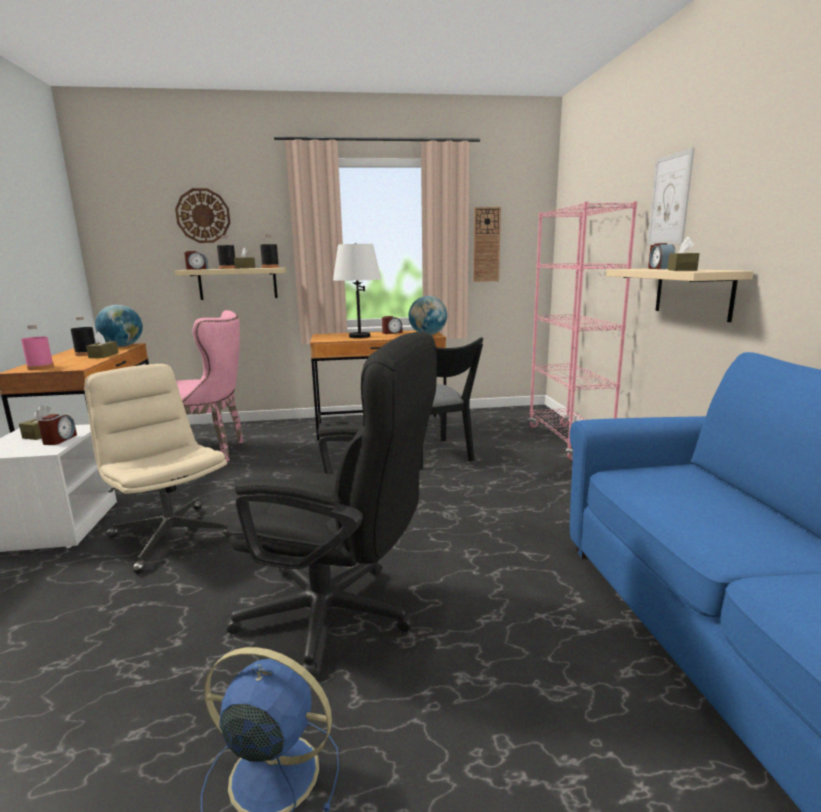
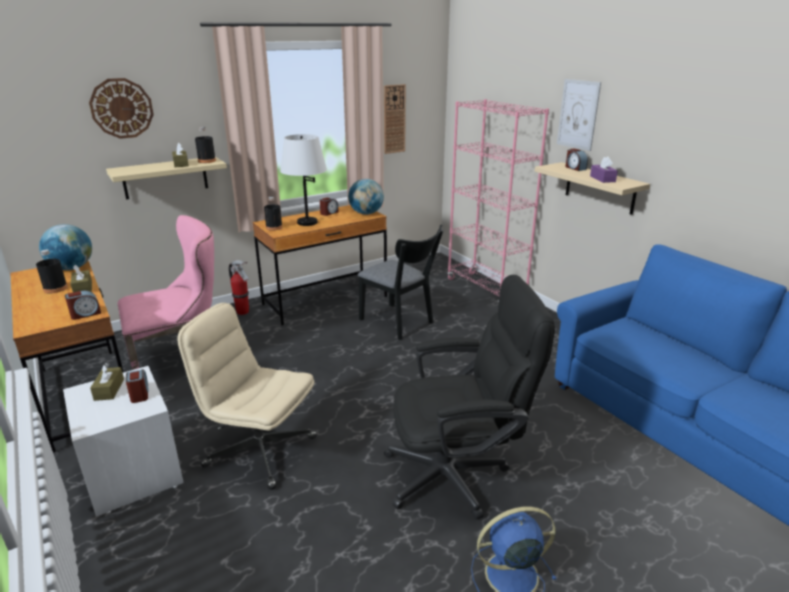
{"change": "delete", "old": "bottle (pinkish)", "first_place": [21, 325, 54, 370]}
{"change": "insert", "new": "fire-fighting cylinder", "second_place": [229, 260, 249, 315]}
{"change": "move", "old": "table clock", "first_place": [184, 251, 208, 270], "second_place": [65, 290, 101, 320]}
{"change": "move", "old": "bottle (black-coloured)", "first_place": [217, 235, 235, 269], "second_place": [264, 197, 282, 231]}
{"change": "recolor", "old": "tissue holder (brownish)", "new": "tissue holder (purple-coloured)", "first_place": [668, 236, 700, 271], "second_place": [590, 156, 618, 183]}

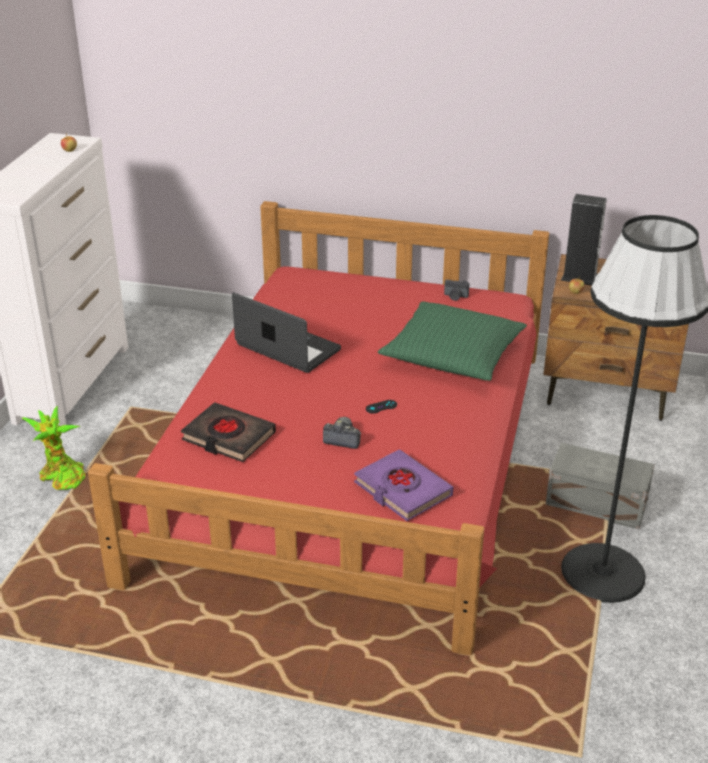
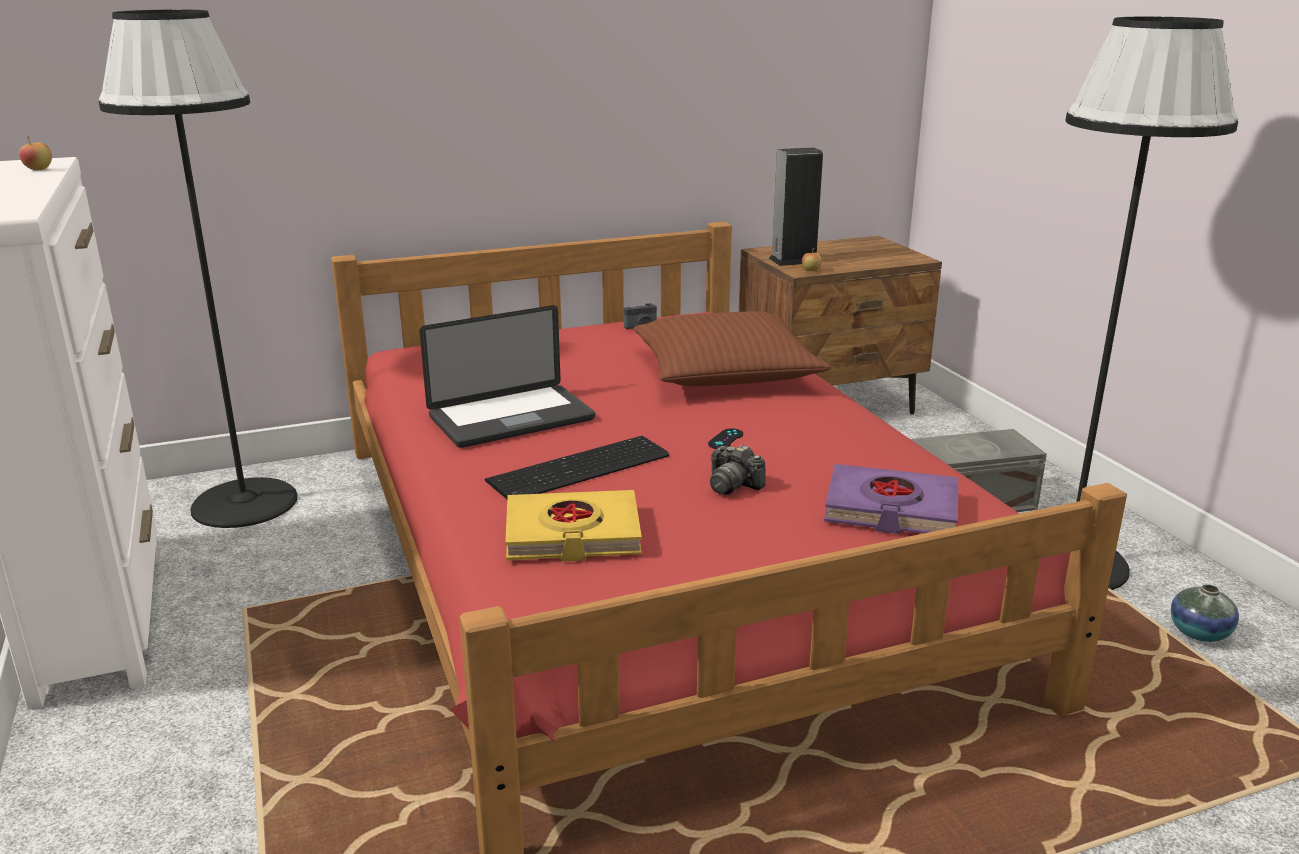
{"change": "delete", "old": "houseplant", "first_place": [21, 406, 86, 490]}
{"change": "insert", "new": "floor lamp (black-coloured)", "second_place": [99, 9, 298, 528]}
{"change": "insert", "new": "keyboard", "second_place": [485, 436, 669, 499]}
{"change": "insert", "new": "decorative vase", "second_place": [1171, 584, 1239, 642]}
{"change": "recolor", "old": "volume (black-coloured)", "new": "volume (yellow-coloured)", "first_place": [181, 402, 276, 462], "second_place": [505, 490, 642, 562]}
{"change": "recolor", "old": "cushion (green)", "new": "cushion (brownish)", "first_place": [378, 301, 527, 381], "second_place": [633, 311, 831, 386]}
{"change": "rotate", "old": "portable computer", "first_place": [232, 293, 341, 373], "second_place": [420, 305, 595, 448], "degrees": 150}
{"change": "rotate", "old": "photo camera", "first_place": [323, 417, 361, 449], "second_place": [710, 445, 766, 495], "degrees": -120}

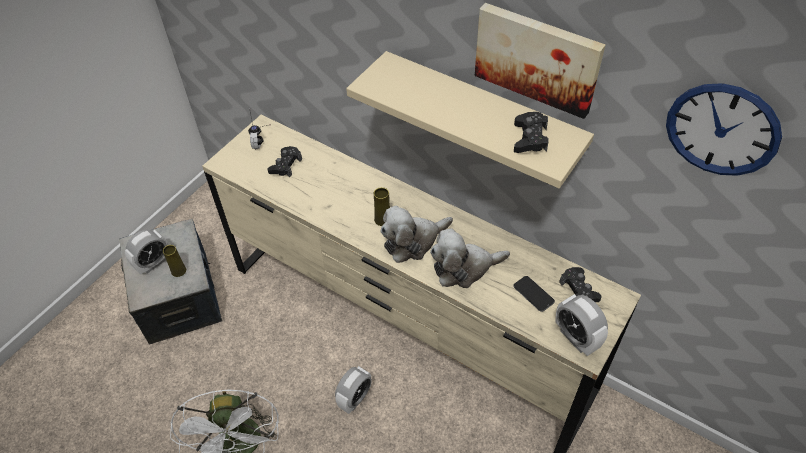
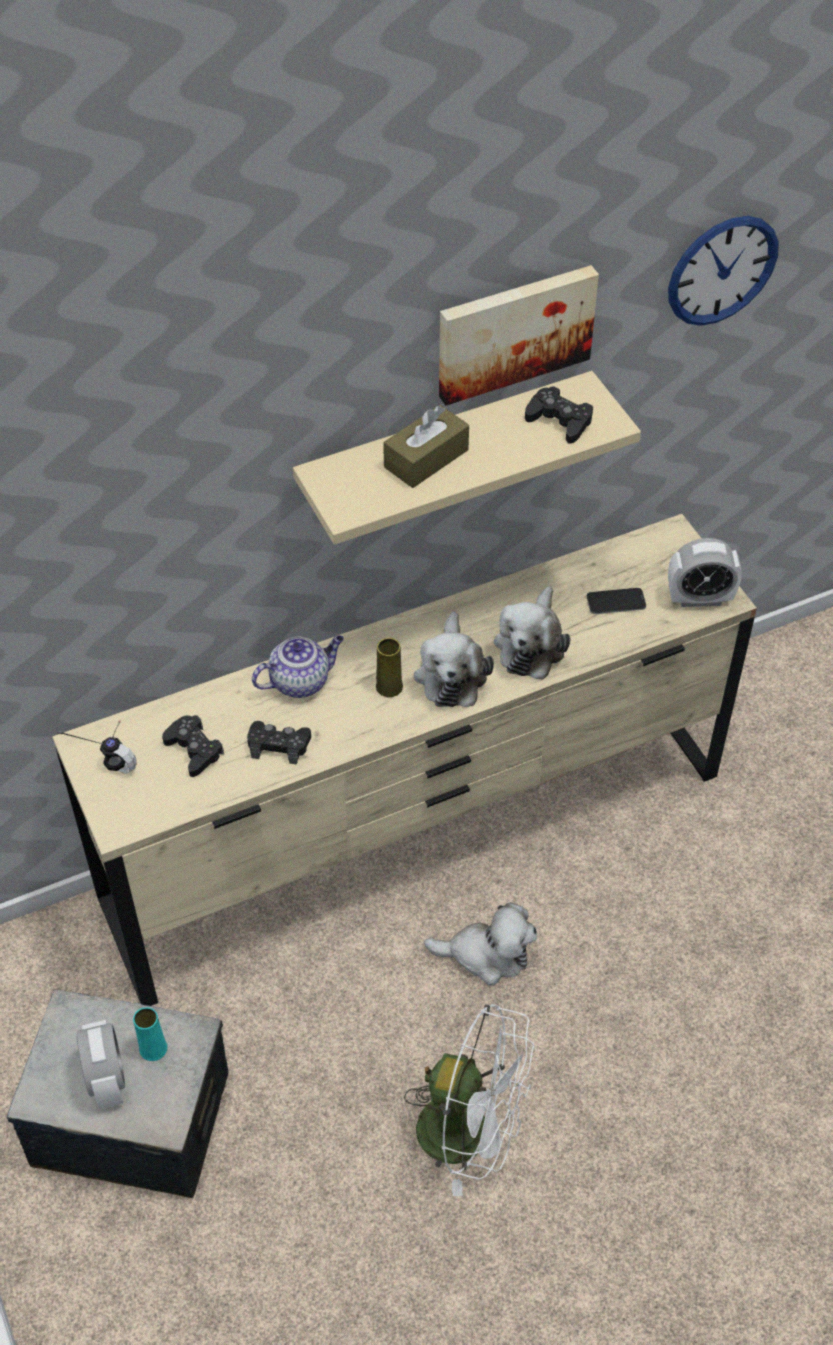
{"change": "insert", "new": "teapot", "second_place": [252, 636, 344, 698]}
{"change": "insert", "new": "tissue holder (brownish)", "second_place": [383, 405, 469, 488]}
{"change": "move", "old": "joypad (black-coloured)", "first_place": [559, 267, 602, 302], "second_place": [247, 721, 311, 765]}
{"change": "replace", "old": "table clock", "new": "plush toy", "first_place": [335, 366, 372, 414], "second_place": [424, 902, 537, 986]}
{"change": "recolor", "old": "decorative vase (yellow-coloured)", "new": "decorative vase (blue-green)", "first_place": [163, 245, 186, 277], "second_place": [133, 1008, 167, 1061]}

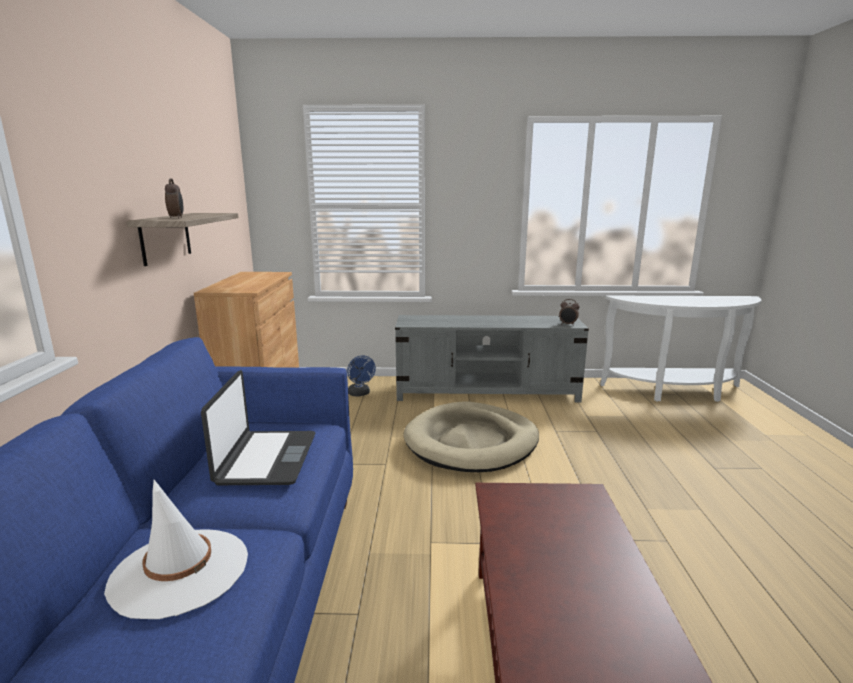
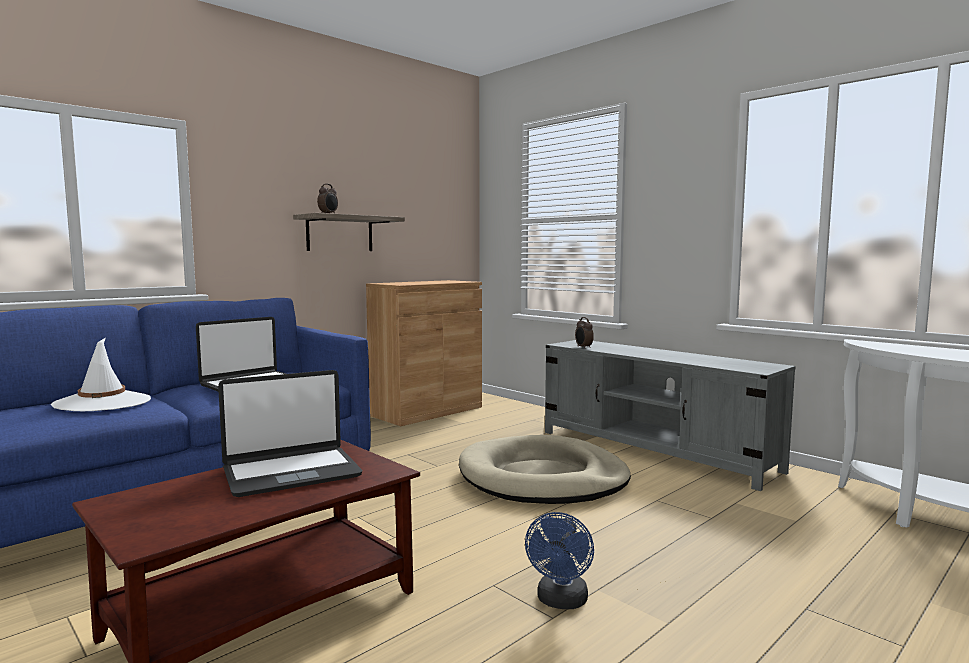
{"change": "insert", "new": "portable computer", "second_place": [218, 370, 362, 497]}
{"change": "move", "old": "fan (blue-coloured)", "first_place": [347, 355, 376, 397], "second_place": [525, 512, 594, 609]}
{"change": "move", "old": "table clock", "first_place": [559, 299, 580, 326], "second_place": [575, 317, 594, 349]}

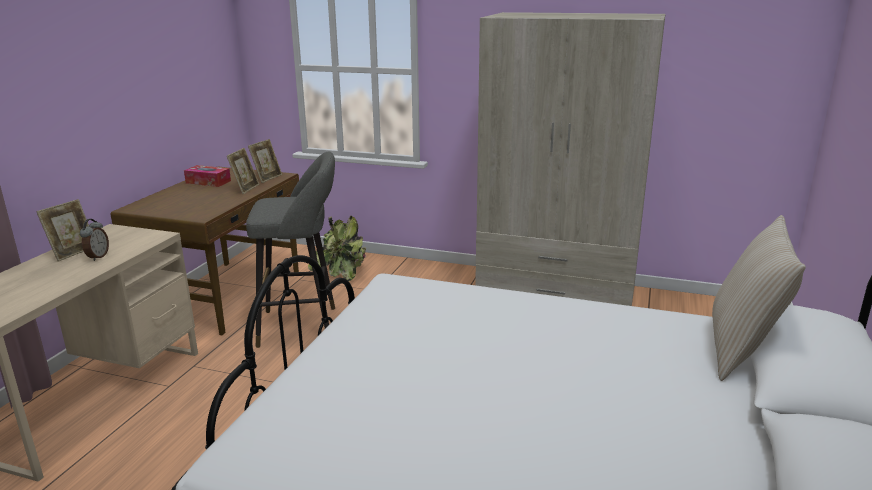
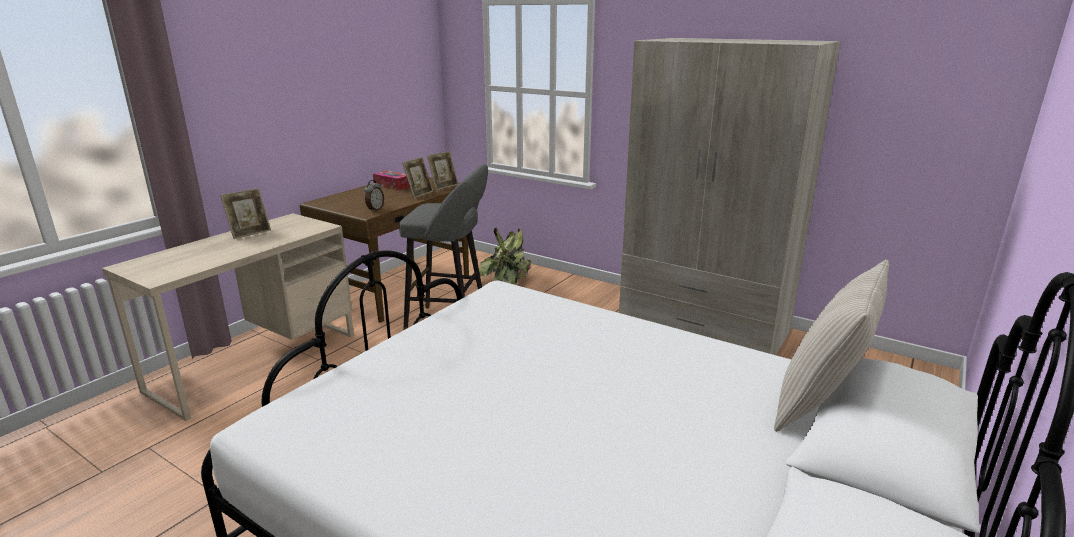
{"change": "move", "old": "table clock", "first_place": [80, 219, 109, 261], "second_place": [364, 180, 384, 212]}

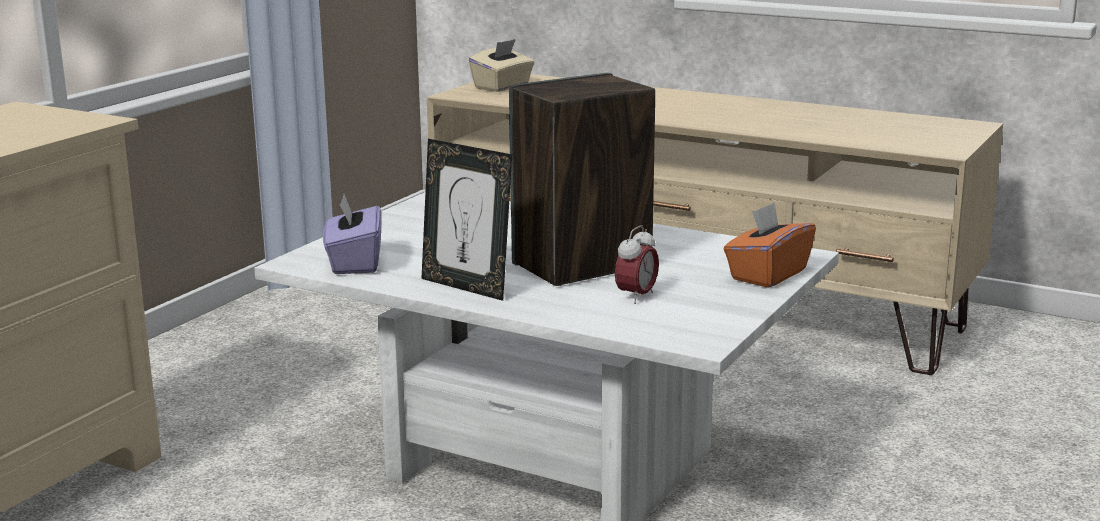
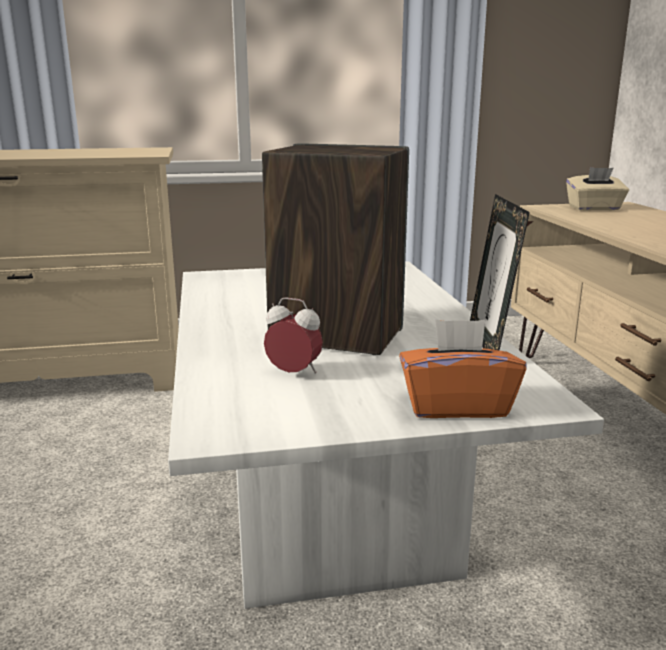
{"change": "delete", "old": "tissue holder (purple-coloured)", "first_place": [323, 194, 381, 274]}
{"change": "move", "old": "photo frame", "first_place": [421, 139, 512, 301], "second_place": [470, 194, 530, 350]}
{"change": "rotate", "old": "table clock", "first_place": [615, 225, 659, 304], "second_place": [264, 297, 323, 373], "degrees": -150}

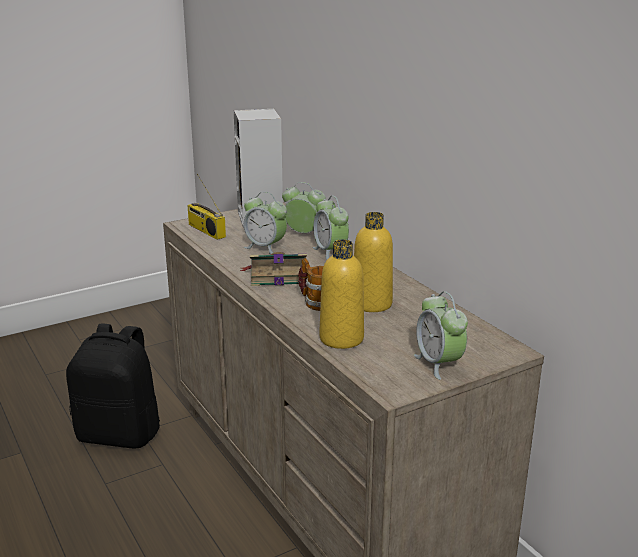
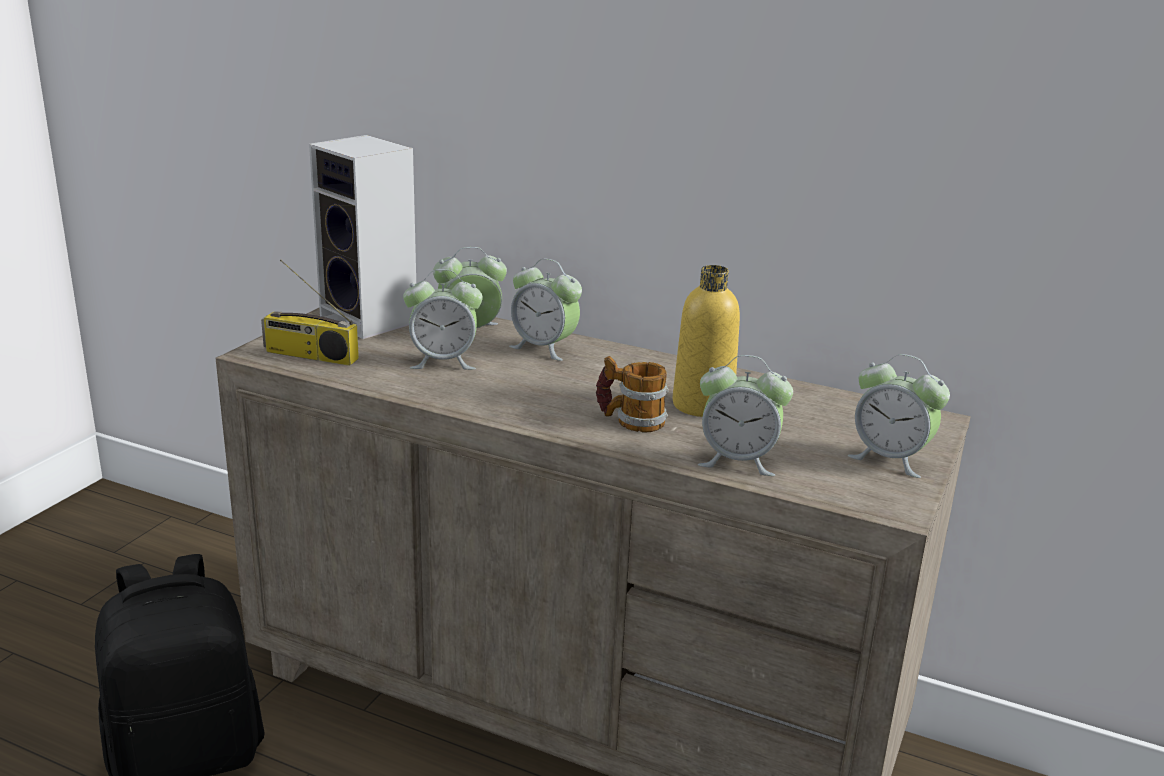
{"change": "delete", "old": "volume", "first_place": [240, 252, 307, 286]}
{"change": "replace", "old": "bottle (yellow-coloured)", "new": "table clock", "first_place": [319, 240, 364, 349], "second_place": [698, 355, 793, 476]}

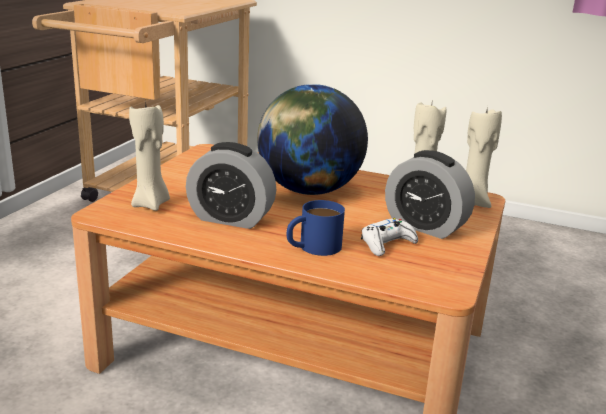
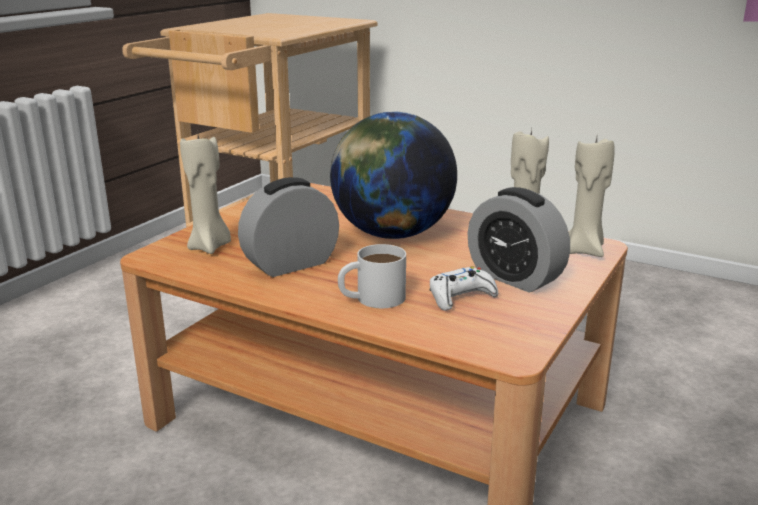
{"change": "recolor", "old": "tea mug (blue-coloured)", "new": "tea mug (white)", "first_place": [287, 200, 345, 256], "second_place": [338, 244, 406, 308]}
{"change": "rotate", "old": "table clock", "first_place": [186, 142, 276, 229], "second_place": [238, 177, 339, 277], "degrees": 120}

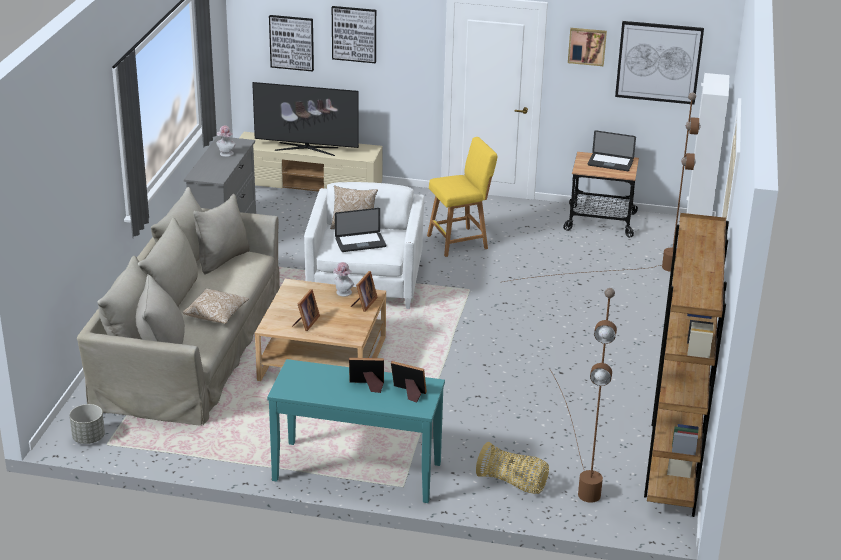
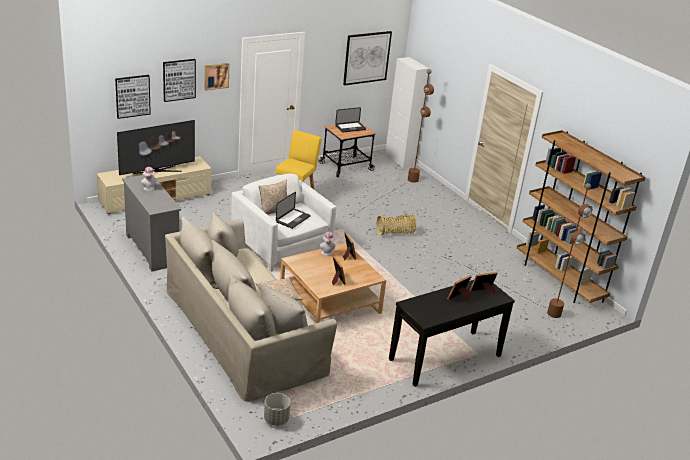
{"change": "move", "old": "storage basket", "first_place": [476, 442, 549, 494], "second_place": [377, 214, 416, 236]}
{"change": "move", "old": "picture", "first_place": [568, 28, 607, 66], "second_place": [204, 63, 229, 91]}
{"change": "recolor", "old": "narrow table (blue-green)", "new": "narrow table (black-coloured)", "first_place": [267, 359, 445, 503], "second_place": [389, 280, 515, 387]}

